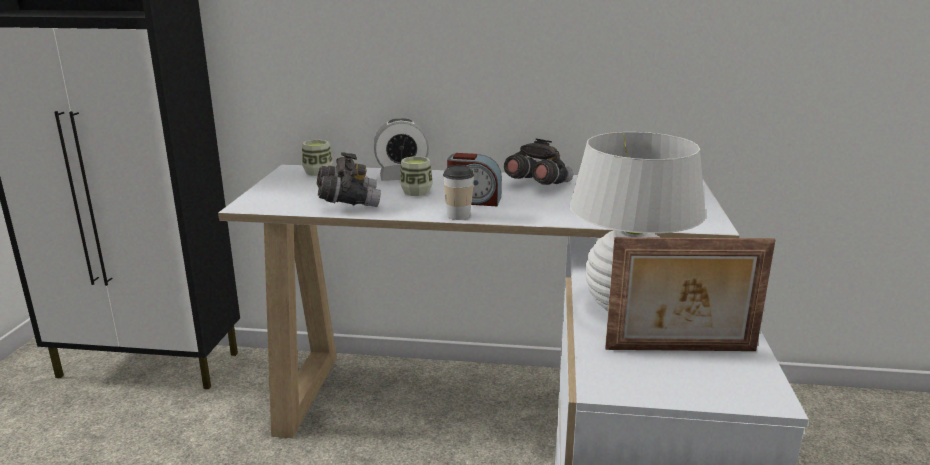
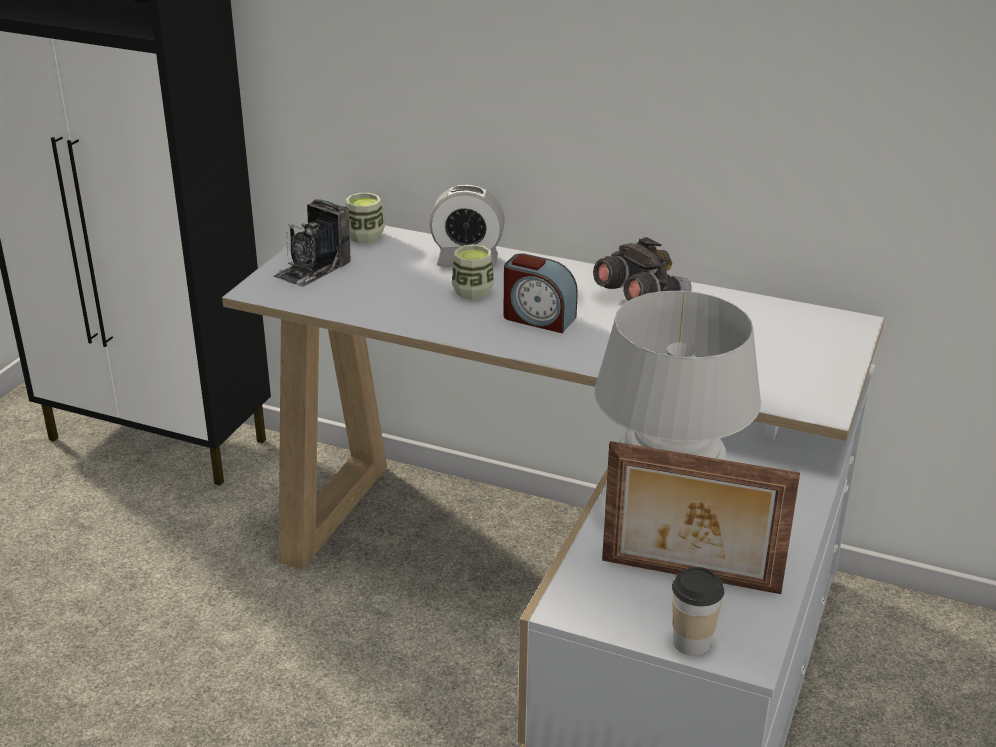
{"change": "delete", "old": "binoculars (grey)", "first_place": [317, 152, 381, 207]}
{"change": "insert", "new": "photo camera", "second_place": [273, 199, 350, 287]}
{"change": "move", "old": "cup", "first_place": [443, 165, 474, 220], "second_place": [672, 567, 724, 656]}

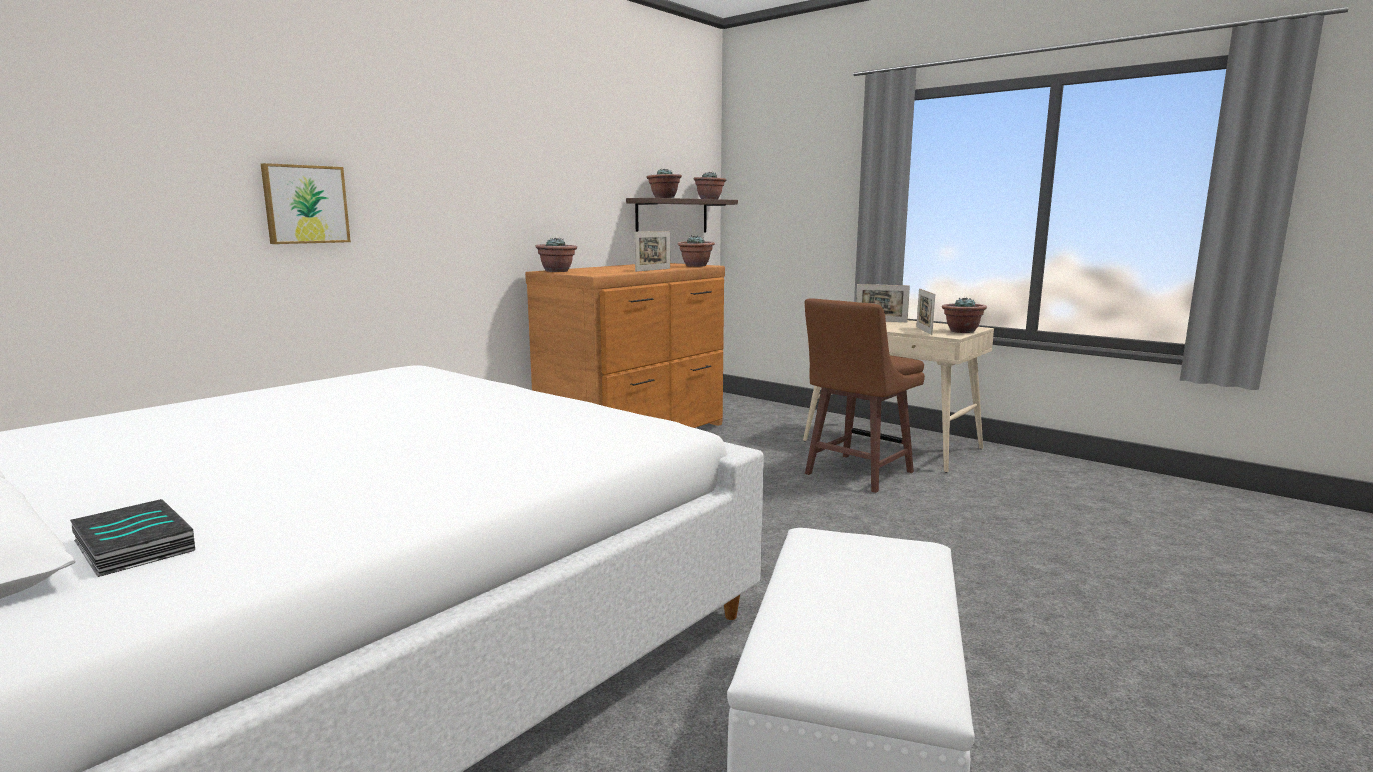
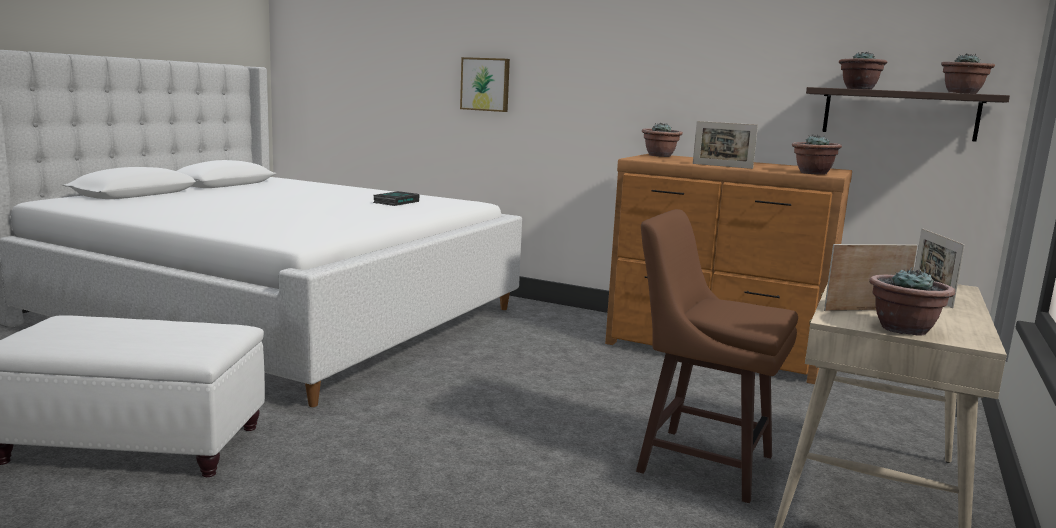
{"change": "move", "old": "volume", "first_place": [70, 499, 195, 577], "second_place": [373, 191, 420, 206]}

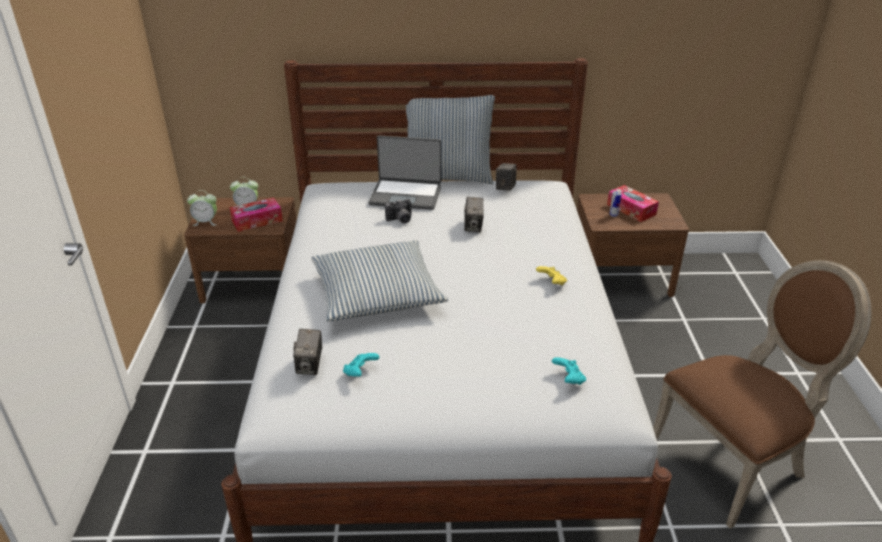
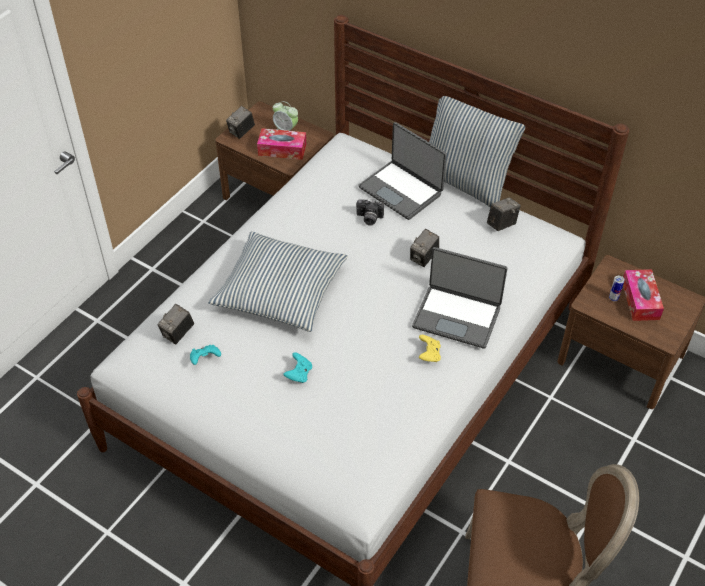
{"change": "insert", "new": "portable computer", "second_place": [412, 247, 508, 349]}
{"change": "move", "old": "joypad (blue-green)", "first_place": [552, 357, 586, 385], "second_place": [283, 352, 312, 383]}
{"change": "replace", "old": "table clock", "new": "photo camera", "first_place": [187, 190, 217, 226], "second_place": [226, 106, 255, 139]}

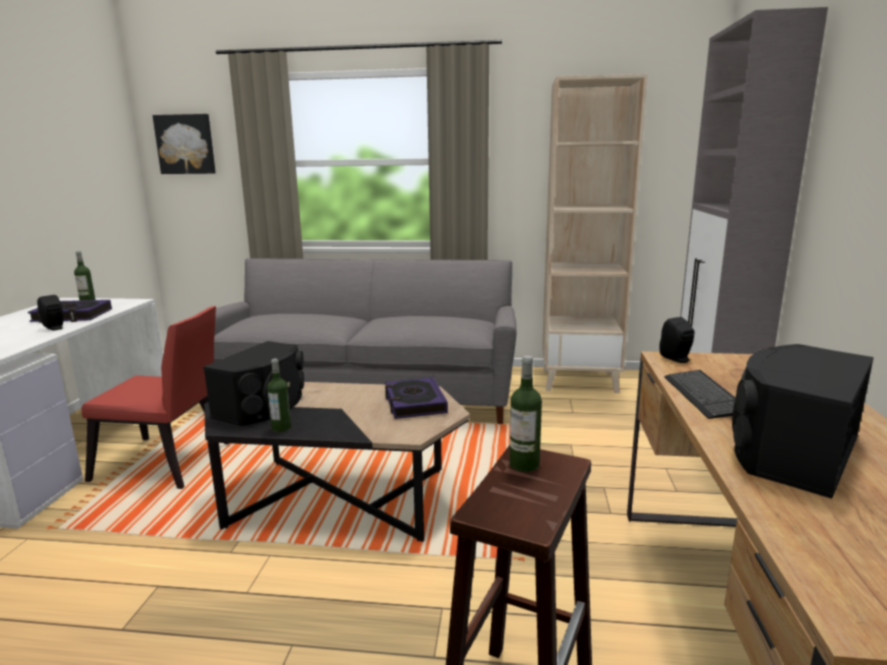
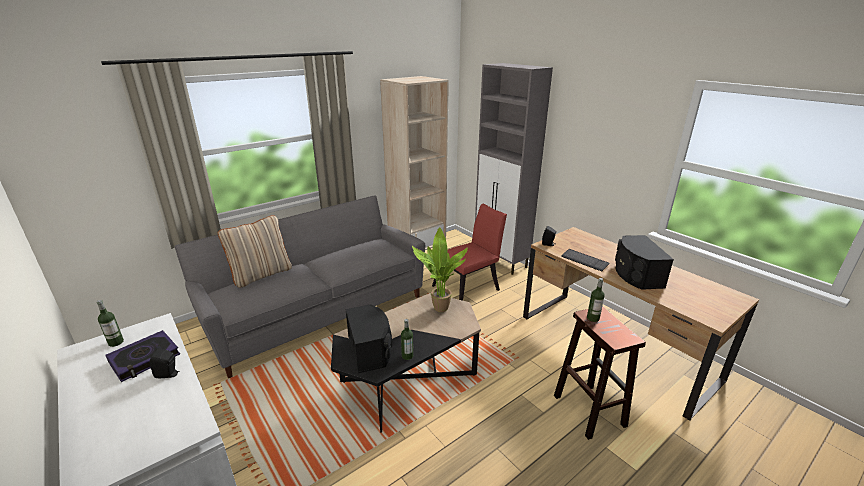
{"change": "delete", "old": "picture", "first_place": [153, 114, 216, 174]}
{"change": "insert", "new": "cushion (sand-coloured)", "second_place": [218, 215, 292, 288]}
{"change": "move", "old": "chair (red)", "first_place": [81, 306, 230, 489], "second_place": [432, 204, 507, 301]}
{"change": "replace", "old": "volume", "new": "houseplant", "first_place": [385, 377, 448, 419], "second_place": [412, 227, 468, 312]}

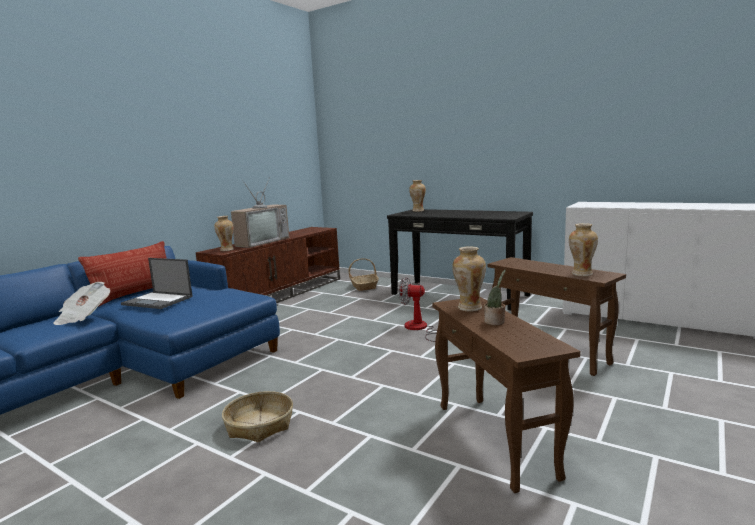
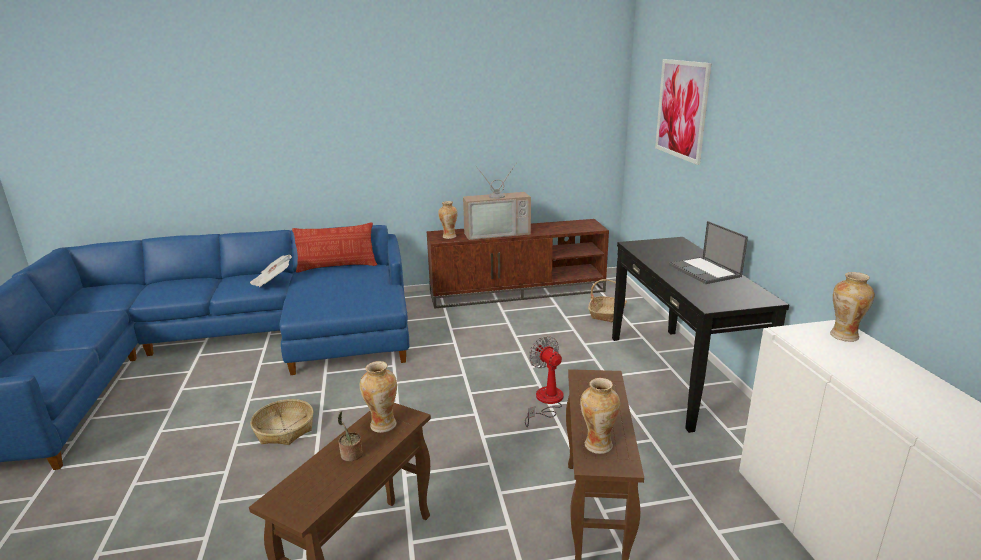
{"change": "insert", "new": "picture", "second_place": [655, 59, 711, 165]}
{"change": "move", "old": "portable computer", "first_place": [121, 258, 193, 309], "second_place": [669, 221, 748, 284]}
{"change": "move", "old": "decorative vase", "first_place": [409, 180, 426, 212], "second_place": [830, 272, 874, 342]}

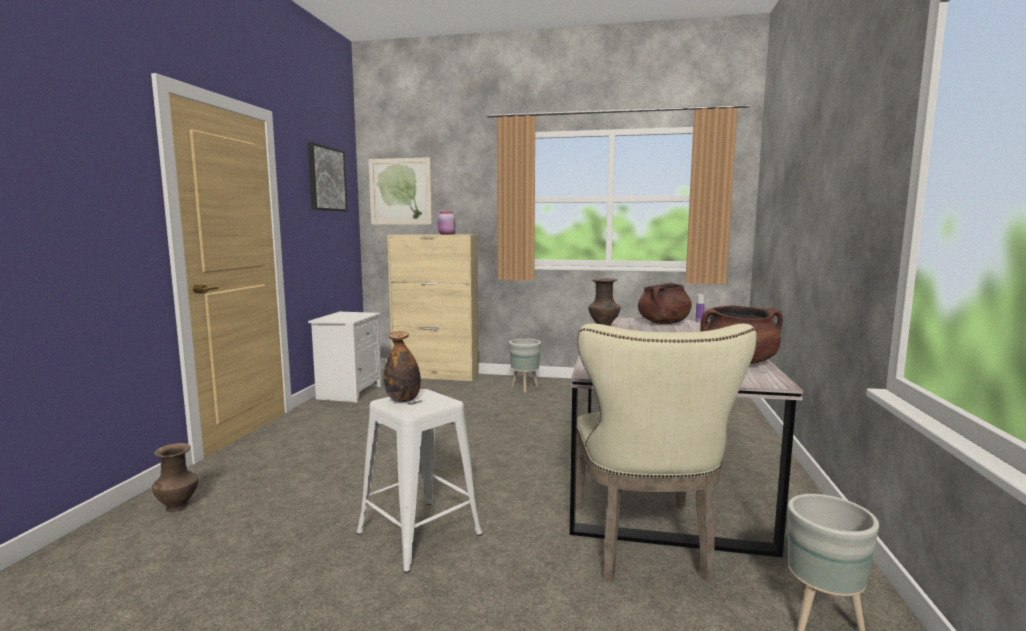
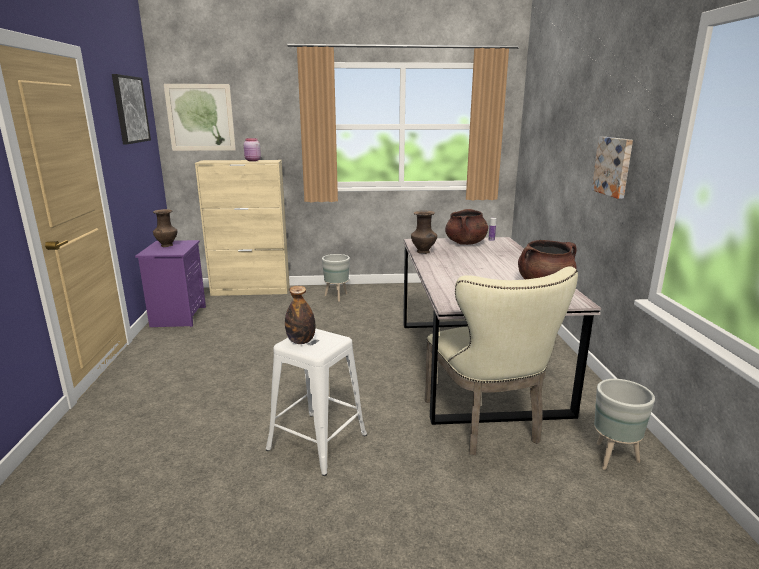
{"change": "insert", "new": "picture", "second_place": [591, 137, 633, 199]}
{"change": "move", "old": "decorative vase (brownish)", "first_place": [152, 443, 199, 512], "second_place": [153, 209, 177, 247]}
{"change": "recolor", "old": "nightstand (white)", "new": "nightstand (purple-coloured)", "first_place": [308, 312, 382, 403], "second_place": [135, 240, 206, 327]}

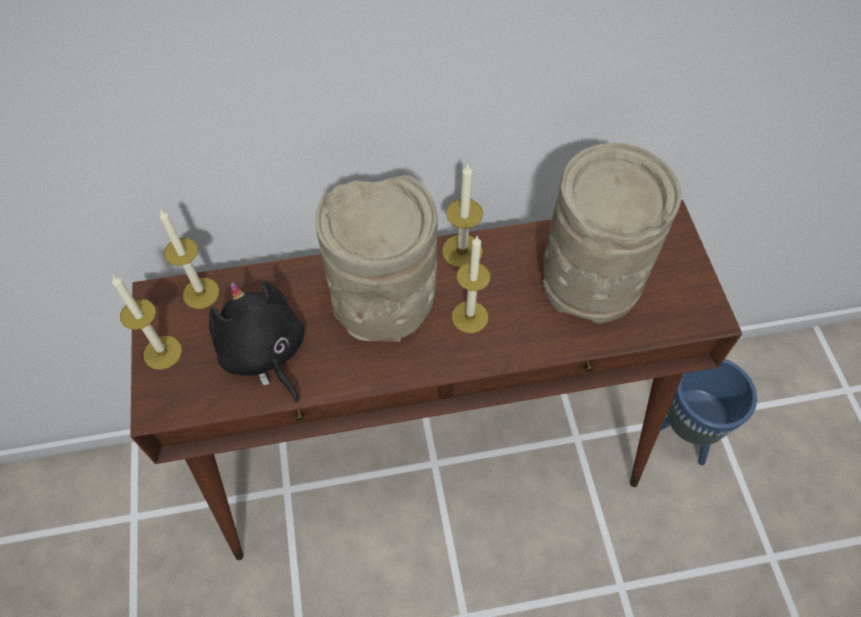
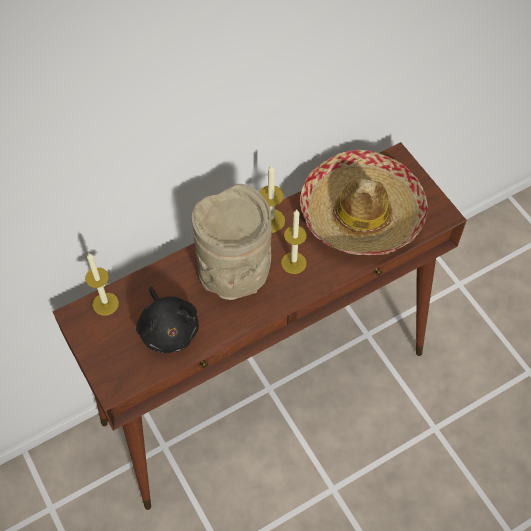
{"change": "delete", "old": "wax candle", "first_place": [112, 276, 182, 370]}
{"change": "delete", "old": "flower pot (blue-coloured)", "first_place": [660, 359, 757, 465]}
{"change": "replace", "old": "decorative vase (sand-coloured)", "new": "clothing hat", "first_place": [543, 143, 682, 324], "second_place": [300, 150, 428, 255]}
{"change": "rotate", "old": "plush toy (black-coloured)", "first_place": [209, 281, 305, 403], "second_place": [136, 287, 199, 353], "degrees": -150}

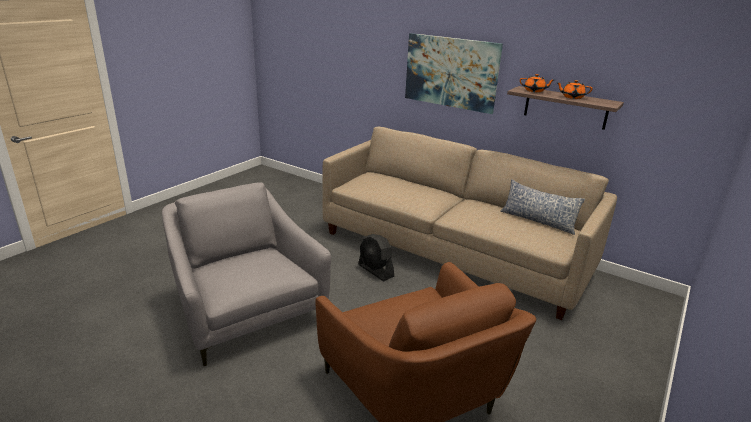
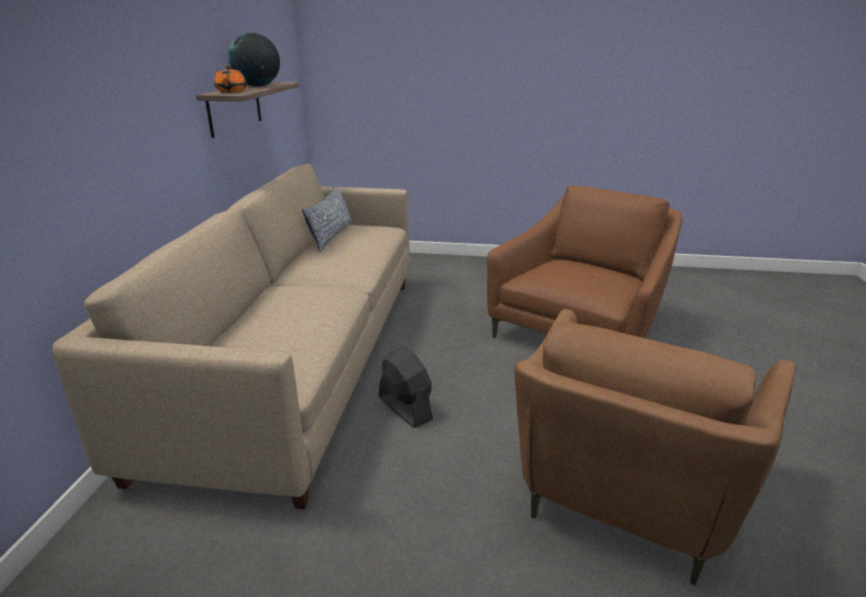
{"change": "delete", "old": "picture", "first_place": [405, 33, 503, 114]}
{"change": "replace", "old": "teapot (orange)", "new": "world globe", "first_place": [556, 80, 592, 99], "second_place": [228, 33, 280, 87]}
{"change": "recolor", "old": "lounge chair (grey)", "new": "lounge chair (brownish)", "first_place": [162, 182, 331, 366], "second_place": [514, 309, 796, 585]}
{"change": "rotate", "old": "fan (black-coloured)", "first_place": [358, 234, 394, 281], "second_place": [379, 347, 433, 428], "degrees": -60}

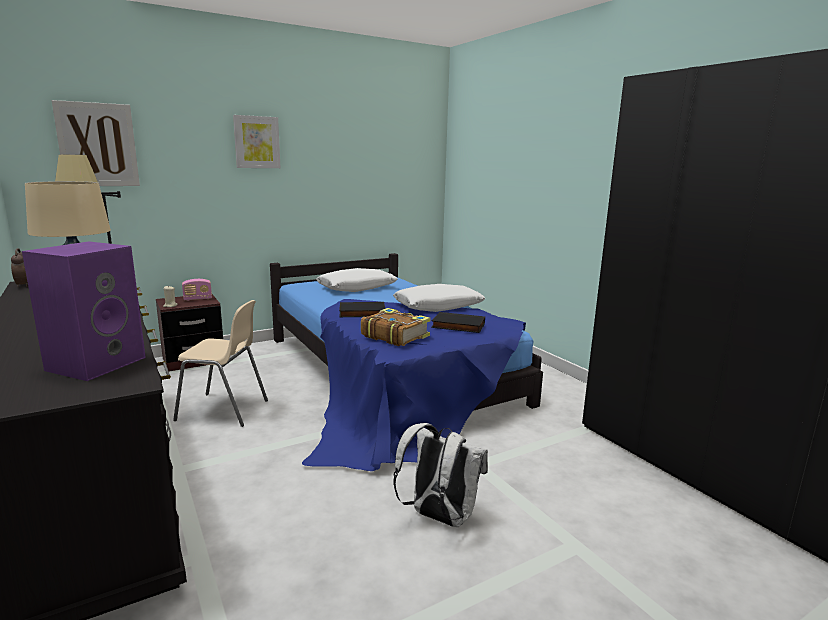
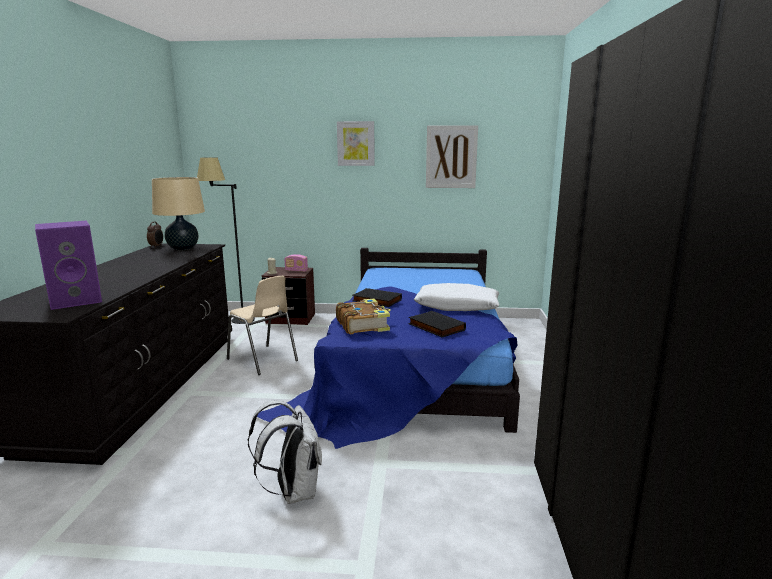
{"change": "delete", "old": "cushion (white)", "first_place": [316, 268, 398, 292]}
{"change": "move", "old": "picture", "first_place": [52, 100, 140, 186], "second_place": [426, 125, 478, 188]}

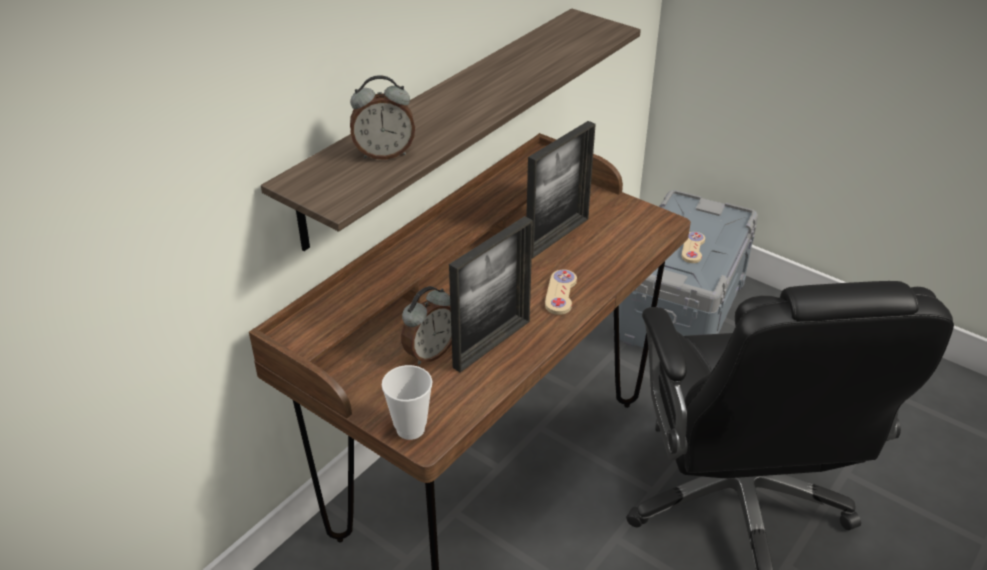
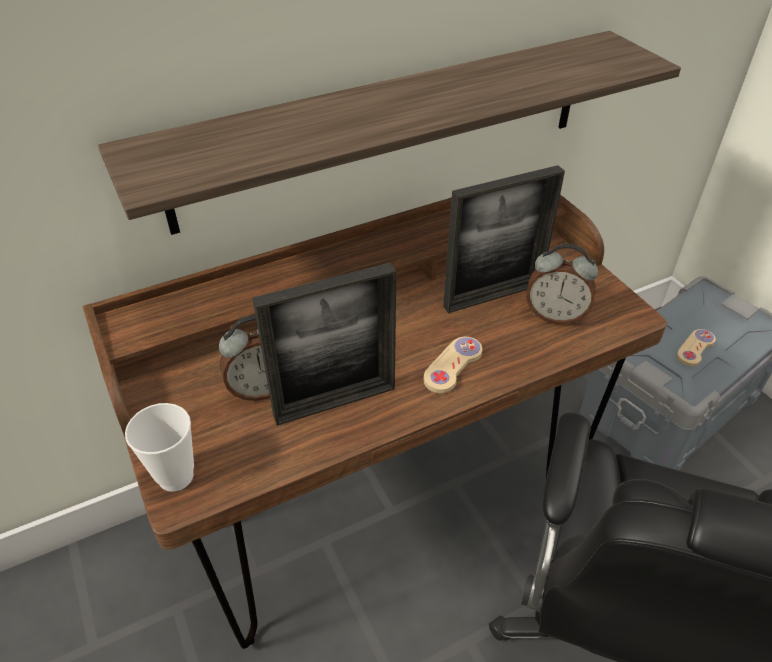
{"change": "move", "old": "table clock", "first_place": [350, 75, 415, 160], "second_place": [527, 244, 598, 325]}

